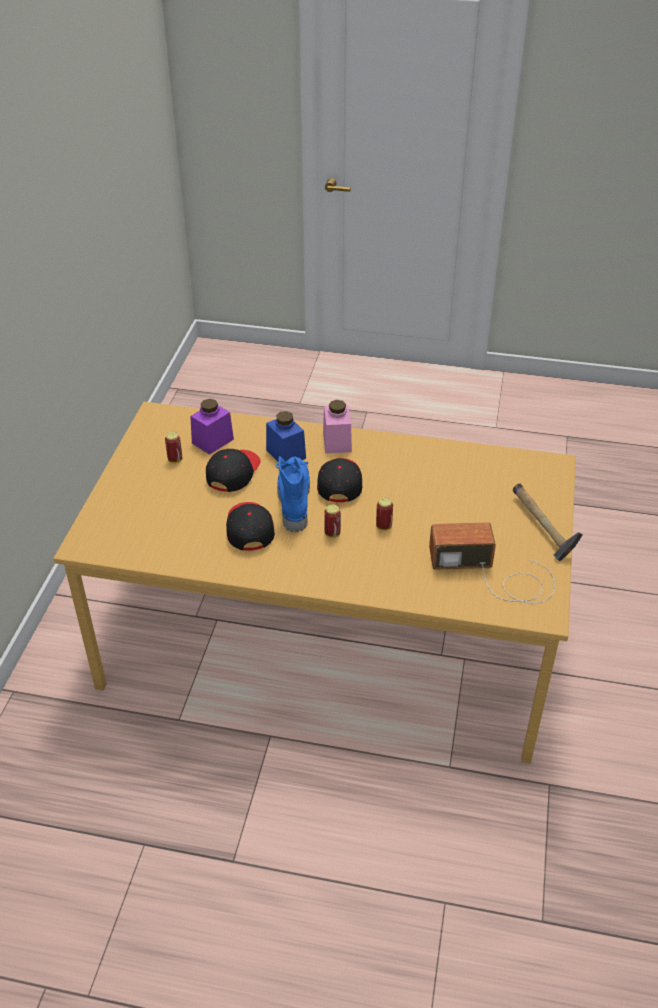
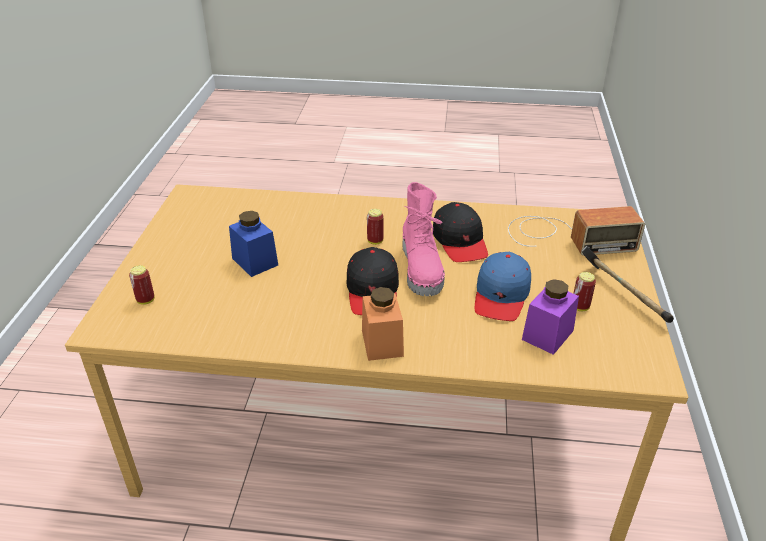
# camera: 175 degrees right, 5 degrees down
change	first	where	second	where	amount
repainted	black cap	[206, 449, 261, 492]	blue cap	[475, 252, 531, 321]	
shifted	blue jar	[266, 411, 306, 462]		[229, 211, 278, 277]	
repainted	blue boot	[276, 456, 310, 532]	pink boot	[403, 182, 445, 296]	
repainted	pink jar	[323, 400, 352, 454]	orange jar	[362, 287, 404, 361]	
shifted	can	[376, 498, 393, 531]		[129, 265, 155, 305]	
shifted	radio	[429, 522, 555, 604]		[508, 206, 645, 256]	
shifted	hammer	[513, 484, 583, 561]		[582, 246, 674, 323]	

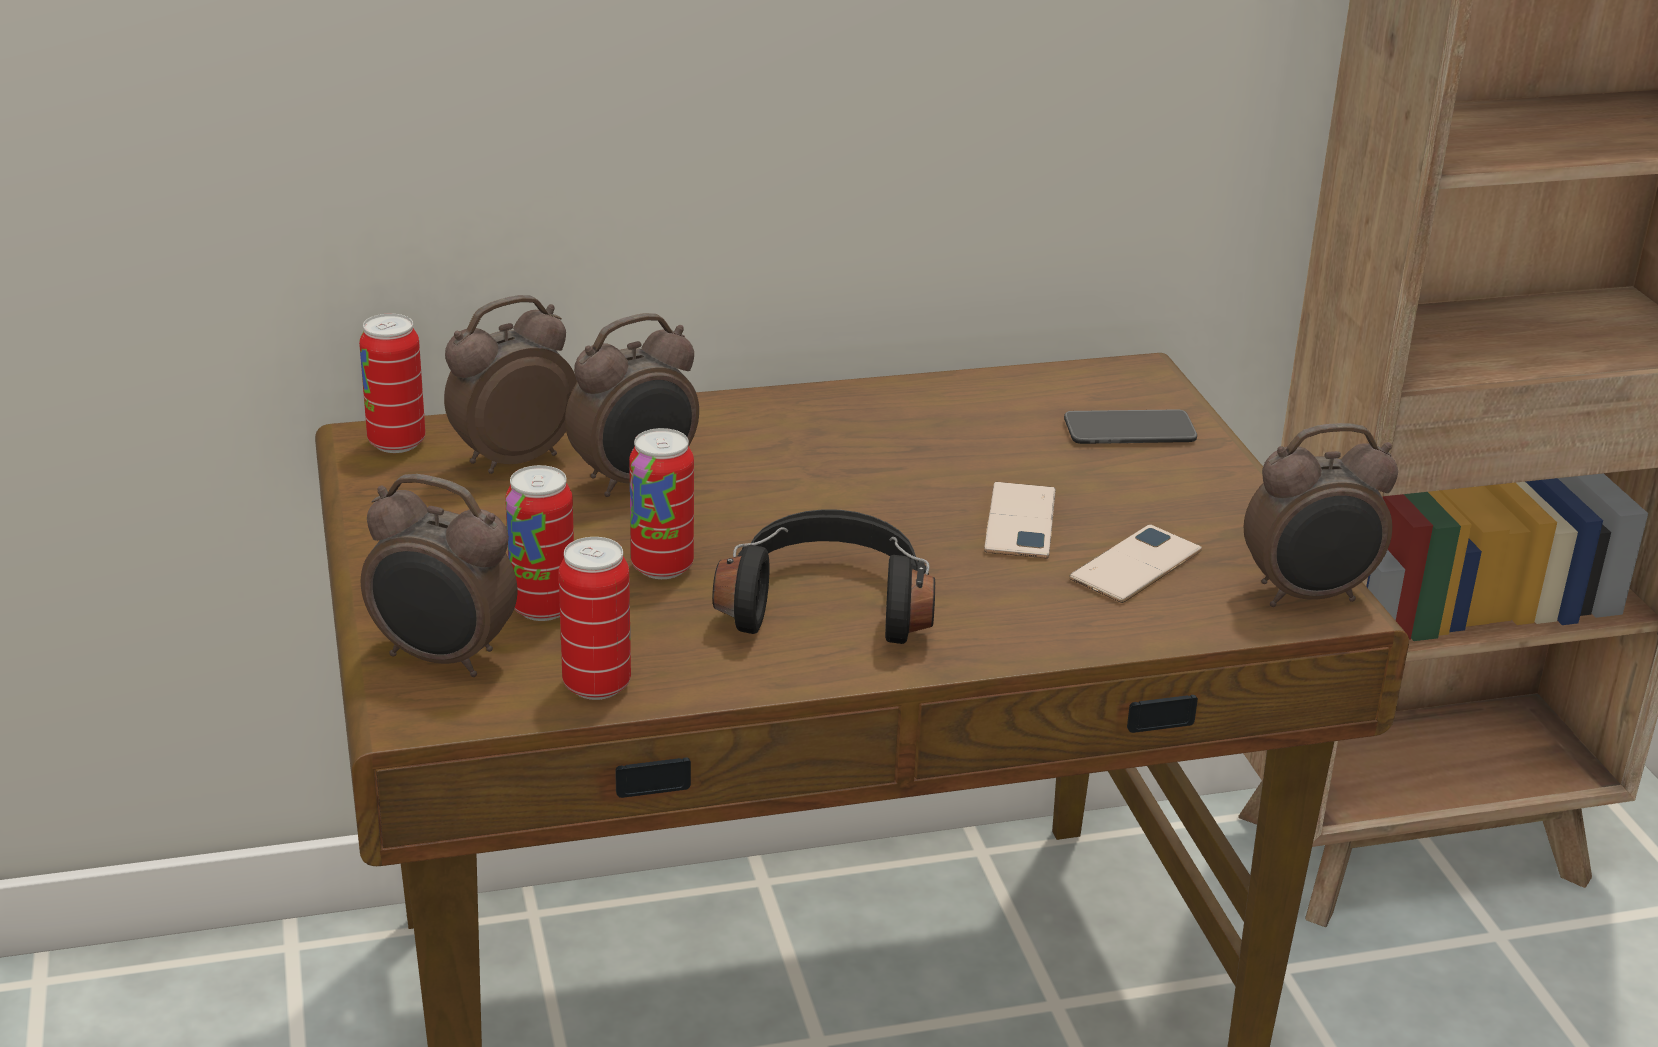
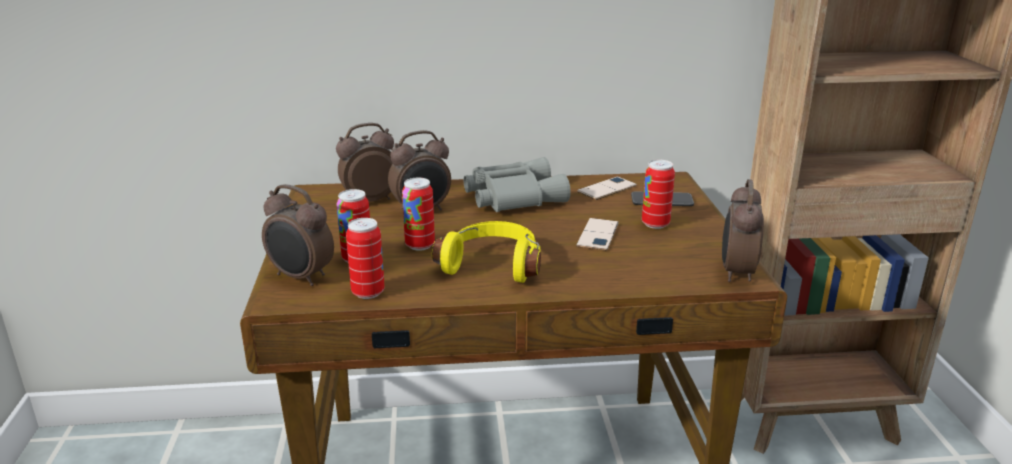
# camera: 10 degrees right, 5 degrees down
change	first	where	second	where	amount
shifted	can	[359, 314, 425, 453]		[642, 160, 675, 229]	
repainted	black headphones	[712, 509, 935, 644]	yellow headphones	[432, 221, 541, 283]	
shifted	phone	[1069, 525, 1202, 603]		[577, 176, 637, 200]	
rotated	alarm clock	[1244, 423, 1398, 607]		[722, 179, 764, 282]	105 degrees clockwise
new			grey binoculars	[464, 157, 571, 212]	

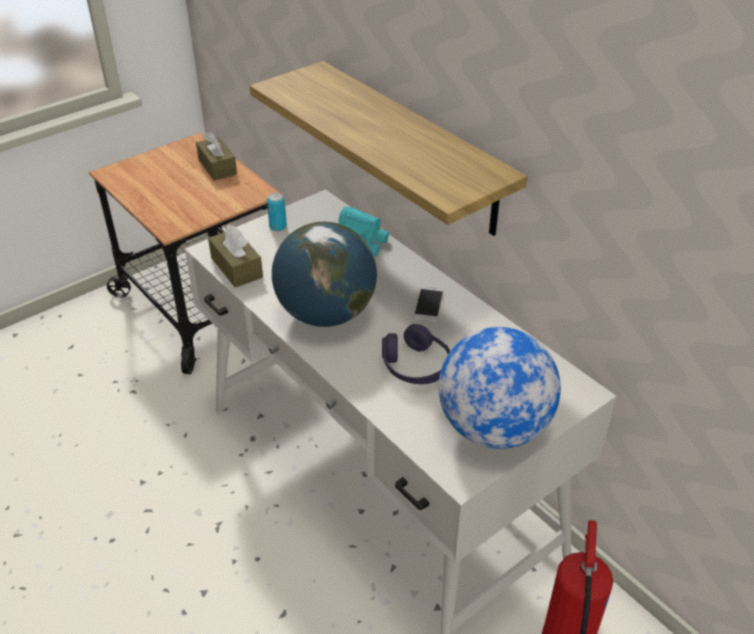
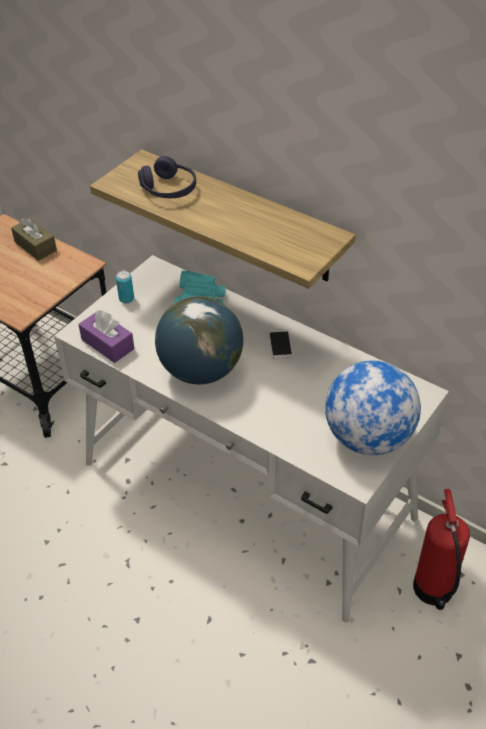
# camera: 15 degrees left, 5 degrees up
change	first	where	second	where	amount
repainted	brown tissue box	[208, 225, 263, 288]	purple tissue box	[78, 310, 134, 363]	
shifted	purple headphones	[382, 324, 450, 384]		[138, 156, 196, 198]	

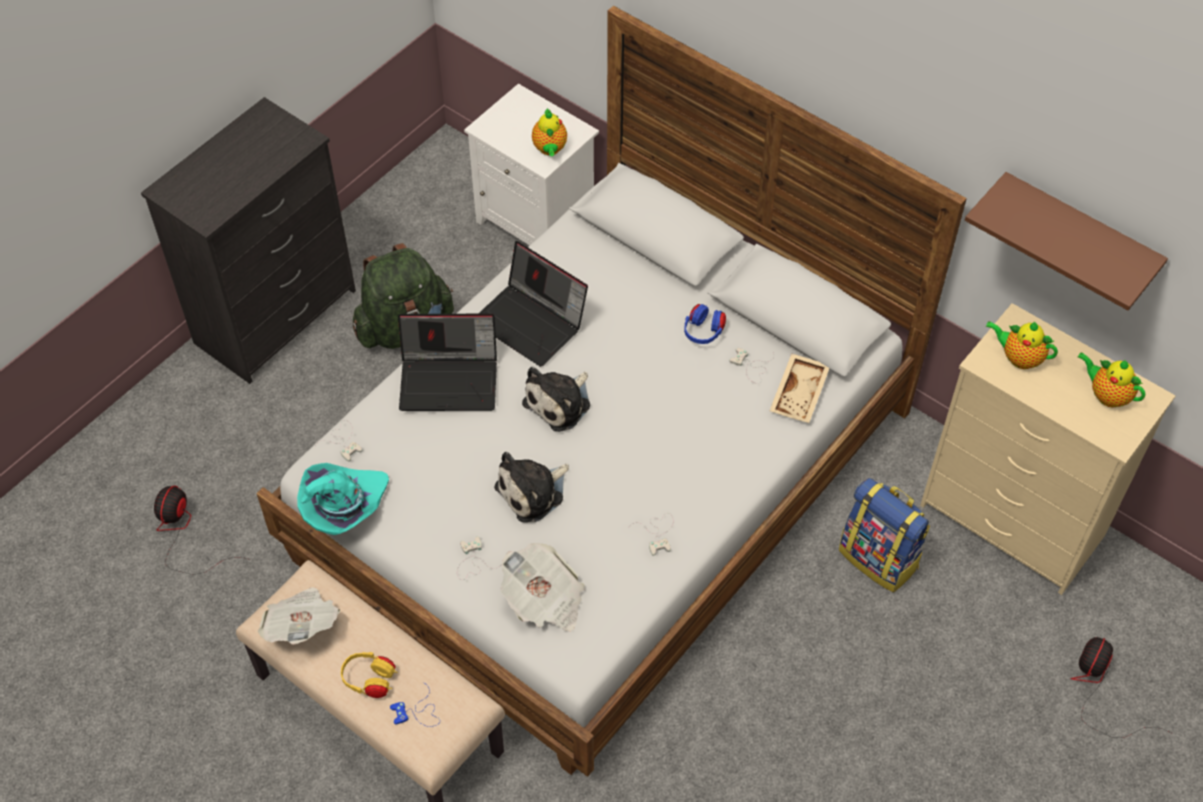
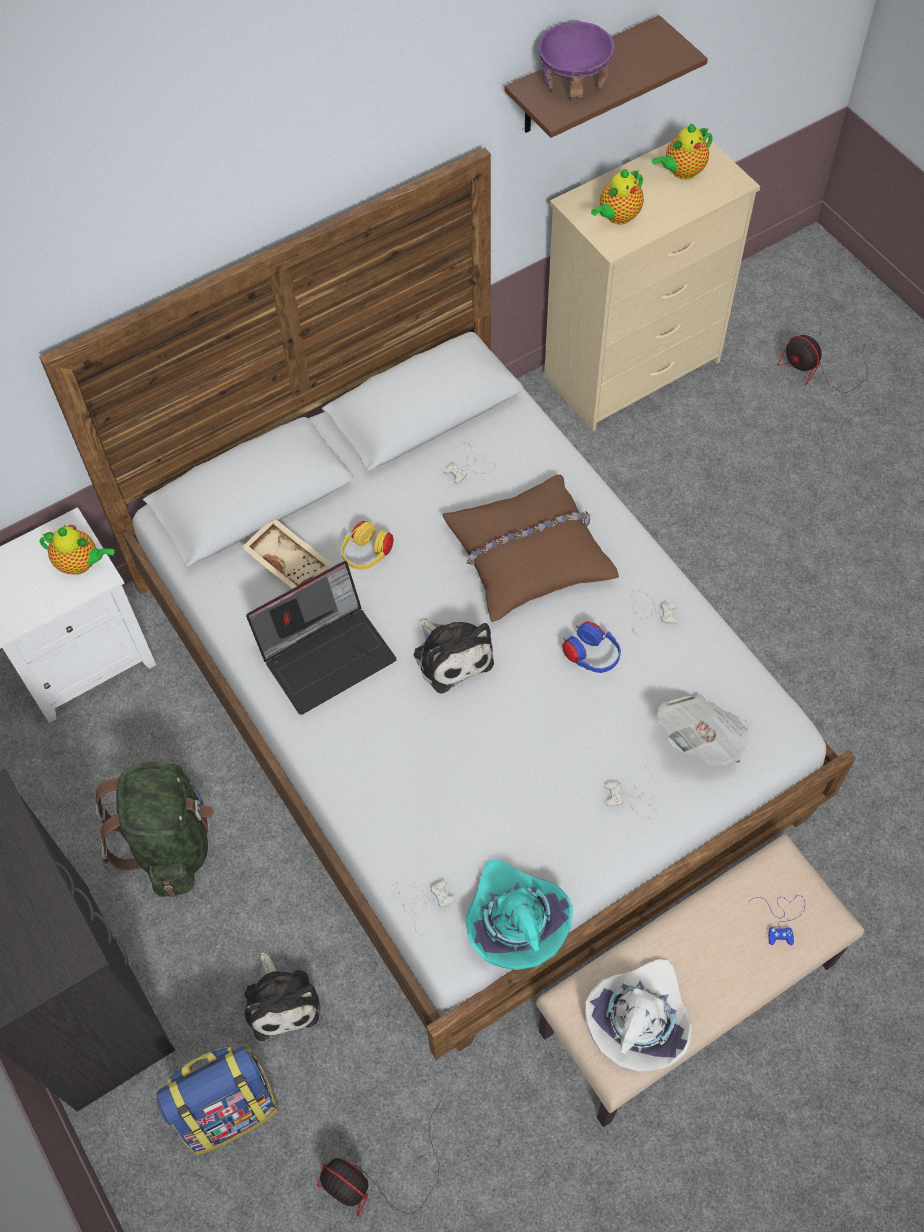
# camera: 70 degrees left, 5 degrees up
change	first	where	second	where	amount
swapped	newspaper	[258, 587, 340, 645]	white hat	[586, 959, 692, 1072]	
shifted	yellow headphones	[341, 652, 398, 698]		[341, 521, 393, 570]	
gone	laptop	[398, 314, 497, 411]			
shifted	plush toy	[494, 452, 569, 523]		[244, 952, 321, 1041]	
shifted	blue headphones	[684, 304, 726, 344]		[562, 622, 621, 673]	
shifted	beige tray	[770, 354, 830, 423]		[242, 519, 332, 589]	
shifted	backpack	[839, 478, 930, 593]		[157, 1044, 279, 1155]	
new			brown pillow	[443, 475, 619, 622]	
new			purple bowl	[539, 21, 615, 101]	

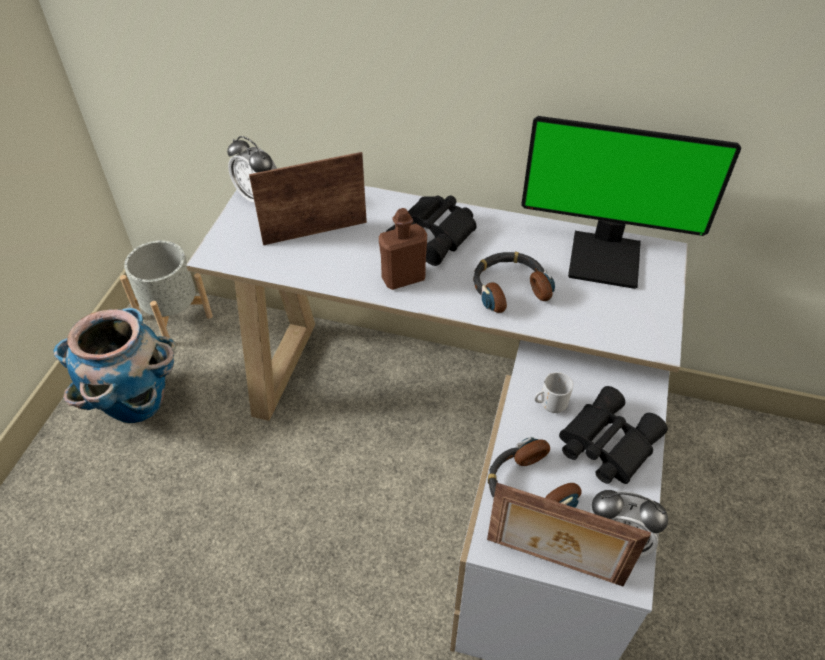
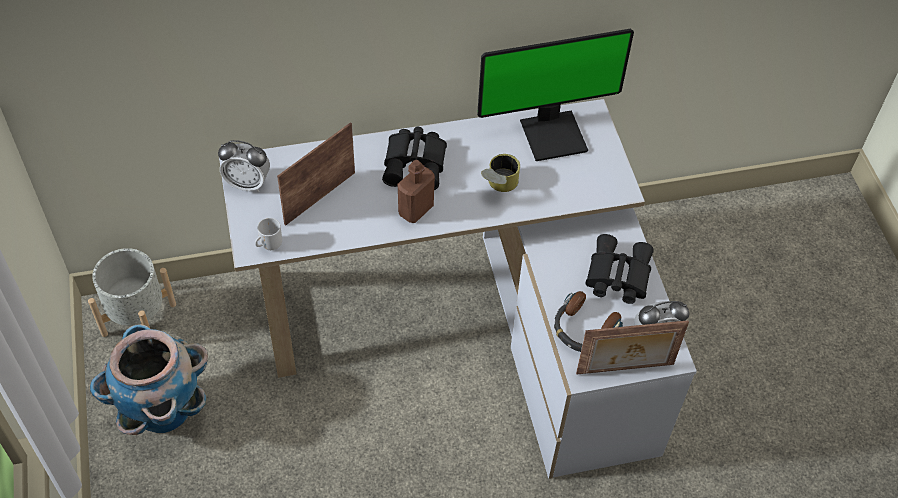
# camera: 30 degrees left, 5 degrees up
change	first	where	second	where	amount
swapped	headphones	[473, 252, 555, 313]	can	[481, 154, 520, 192]	
shifted	mug	[534, 372, 573, 413]		[255, 218, 282, 250]	

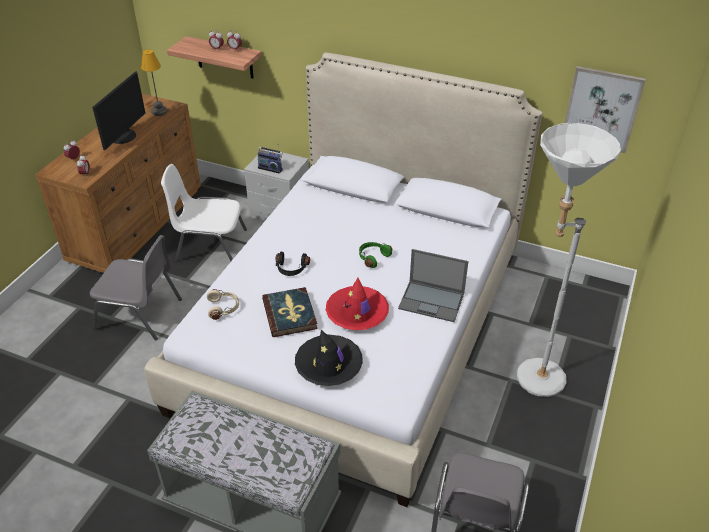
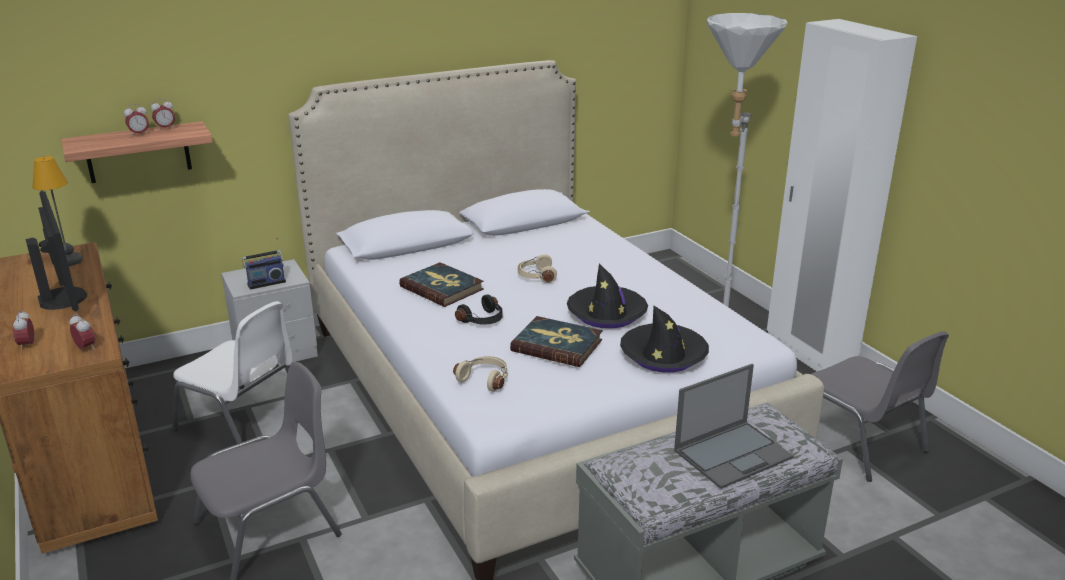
# camera: 50 degrees left, 15 degrees down
change	first	where	second	where	amount
rotated	white chair	[161, 164, 247, 262]		[173, 301, 292, 444]	105 degrees counterclockwise
repainted	red hat	[326, 278, 389, 330]	black hat	[567, 264, 648, 329]	
repainted	green headphones	[359, 242, 392, 268]	beige headphones	[518, 254, 557, 283]	
shifted	laptop	[398, 249, 468, 322]		[674, 364, 794, 489]	
gone	picture	[565, 66, 646, 153]			
new			book	[399, 262, 484, 307]	
new			white wardrobe	[767, 19, 917, 371]	

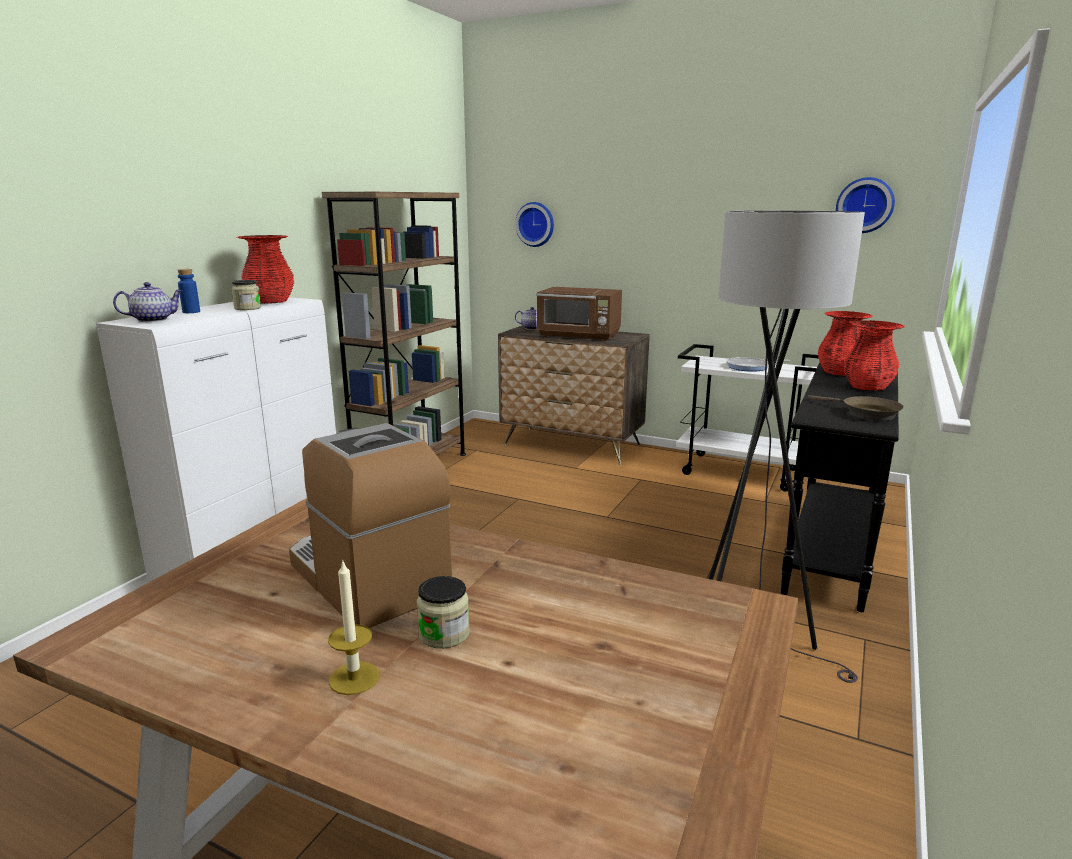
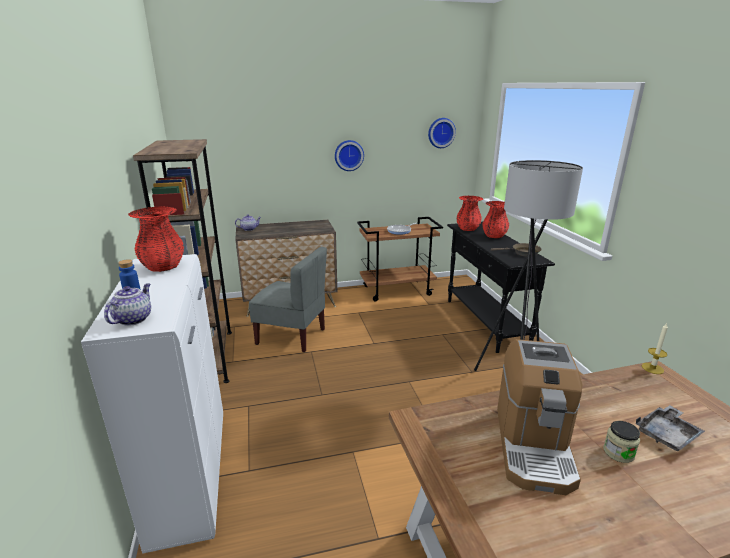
# camera: 40 degrees left, 5 degrees up
change	first	where	second	where	amount
gone	jar	[231, 280, 261, 310]			
rotated	coffee machine	[289, 423, 452, 628]		[497, 339, 582, 495]	90 degrees counterclockwise
shifted	candle	[328, 559, 380, 695]		[642, 323, 668, 374]	
shifted	wall clock	[515, 202, 554, 247]		[335, 140, 364, 171]	
gone	brown microwave	[536, 287, 622, 341]			
repainted	white cart	[676, 344, 820, 492]	brown cart	[357, 217, 443, 302]	
new			grey chair	[249, 247, 327, 352]	
new			grey tray	[636, 405, 705, 451]	

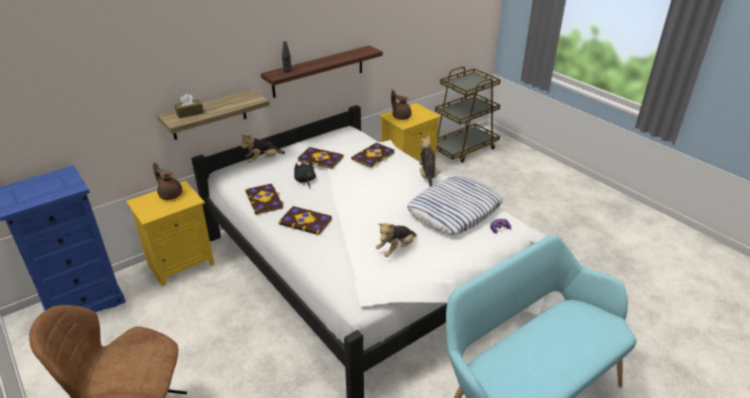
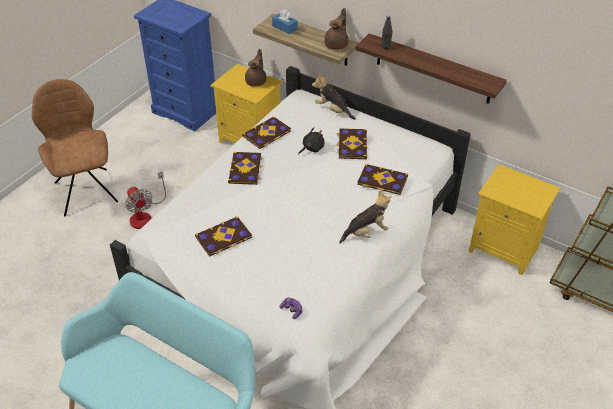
# camera: 70 degrees right, 10 degrees up
change	first	where	second	where	amount
repainted	brown tissue box	[174, 94, 204, 119]	blue tissue box	[272, 10, 298, 34]	
swapped	plush toy	[376, 223, 417, 257]	book	[195, 216, 252, 257]	
shifted	brown teapot	[391, 89, 412, 120]		[324, 8, 349, 50]	
gone	pillow	[407, 176, 503, 235]			
new			fan	[125, 171, 166, 229]	

